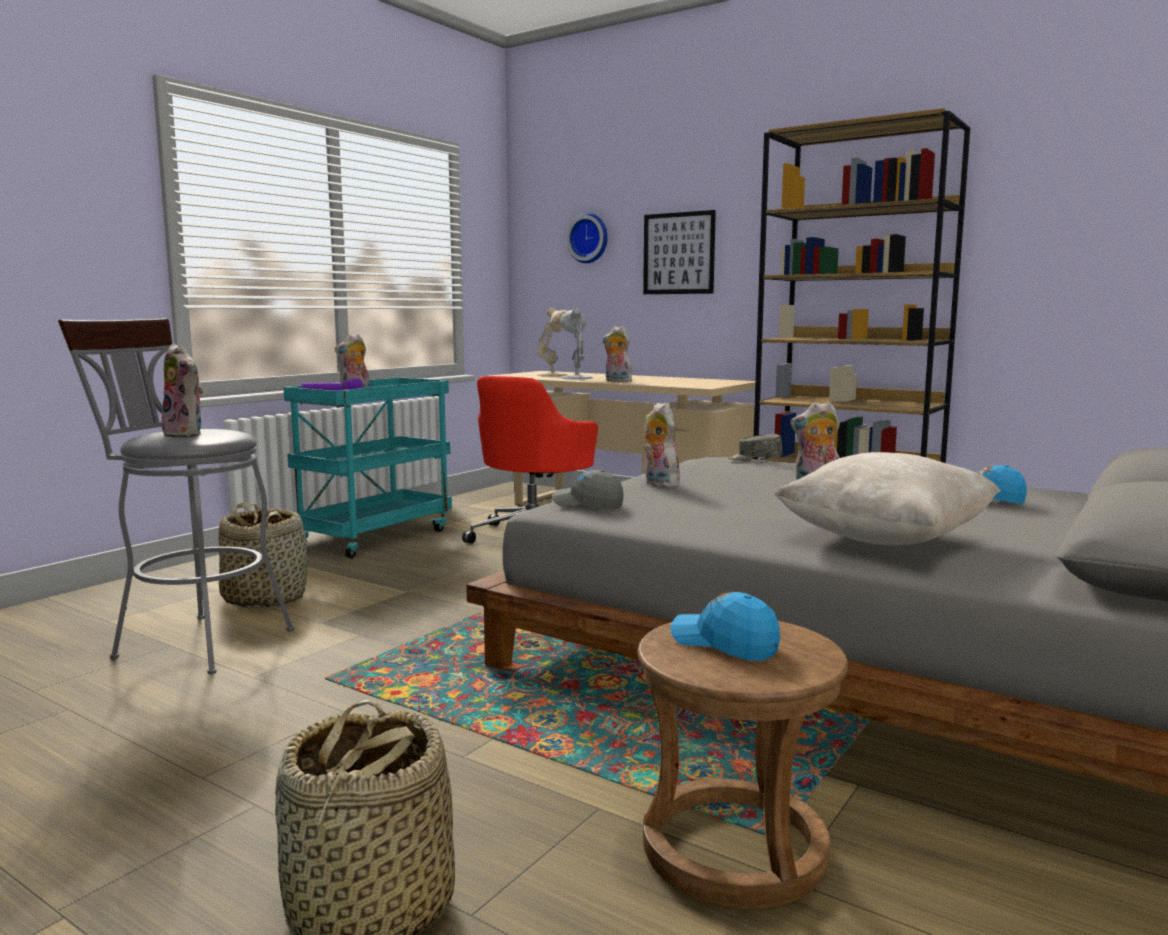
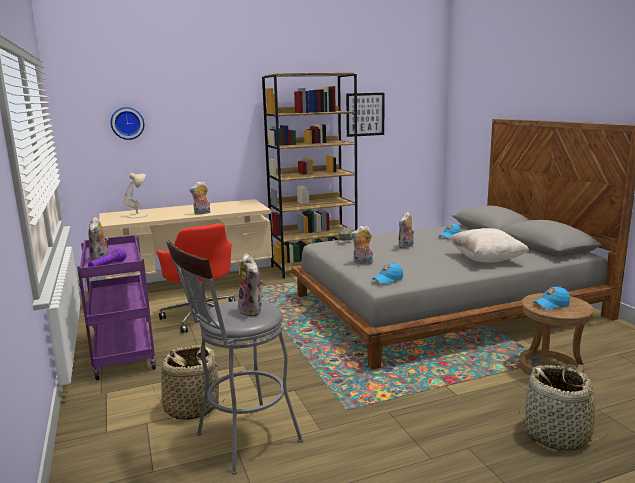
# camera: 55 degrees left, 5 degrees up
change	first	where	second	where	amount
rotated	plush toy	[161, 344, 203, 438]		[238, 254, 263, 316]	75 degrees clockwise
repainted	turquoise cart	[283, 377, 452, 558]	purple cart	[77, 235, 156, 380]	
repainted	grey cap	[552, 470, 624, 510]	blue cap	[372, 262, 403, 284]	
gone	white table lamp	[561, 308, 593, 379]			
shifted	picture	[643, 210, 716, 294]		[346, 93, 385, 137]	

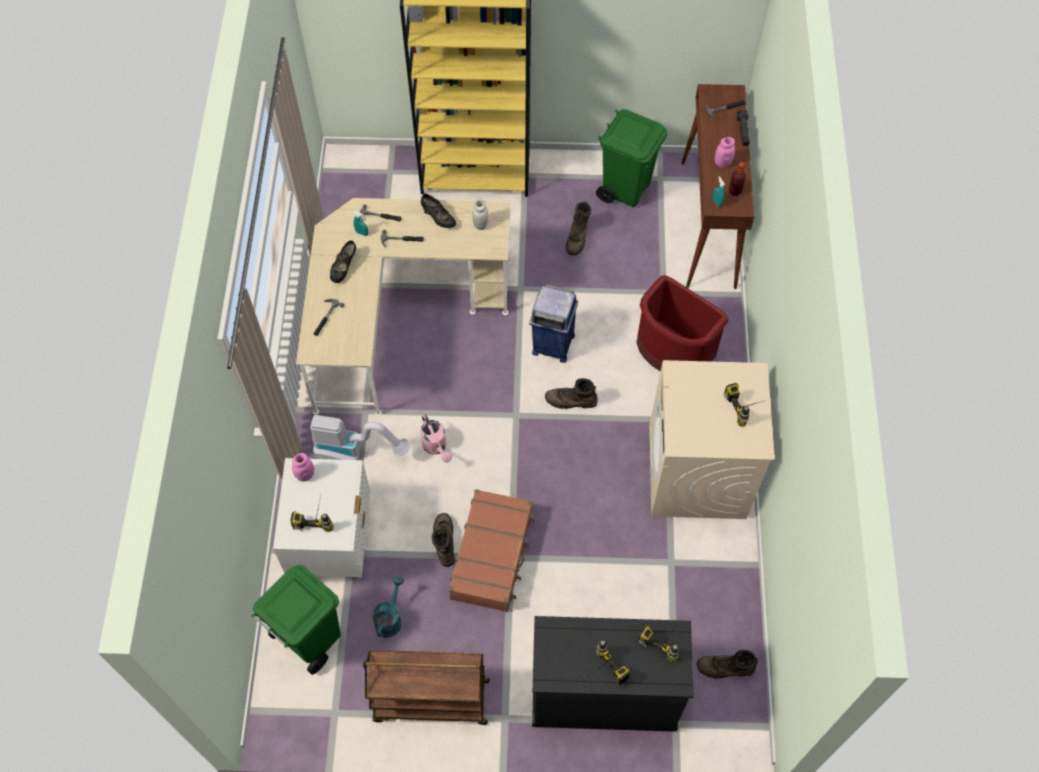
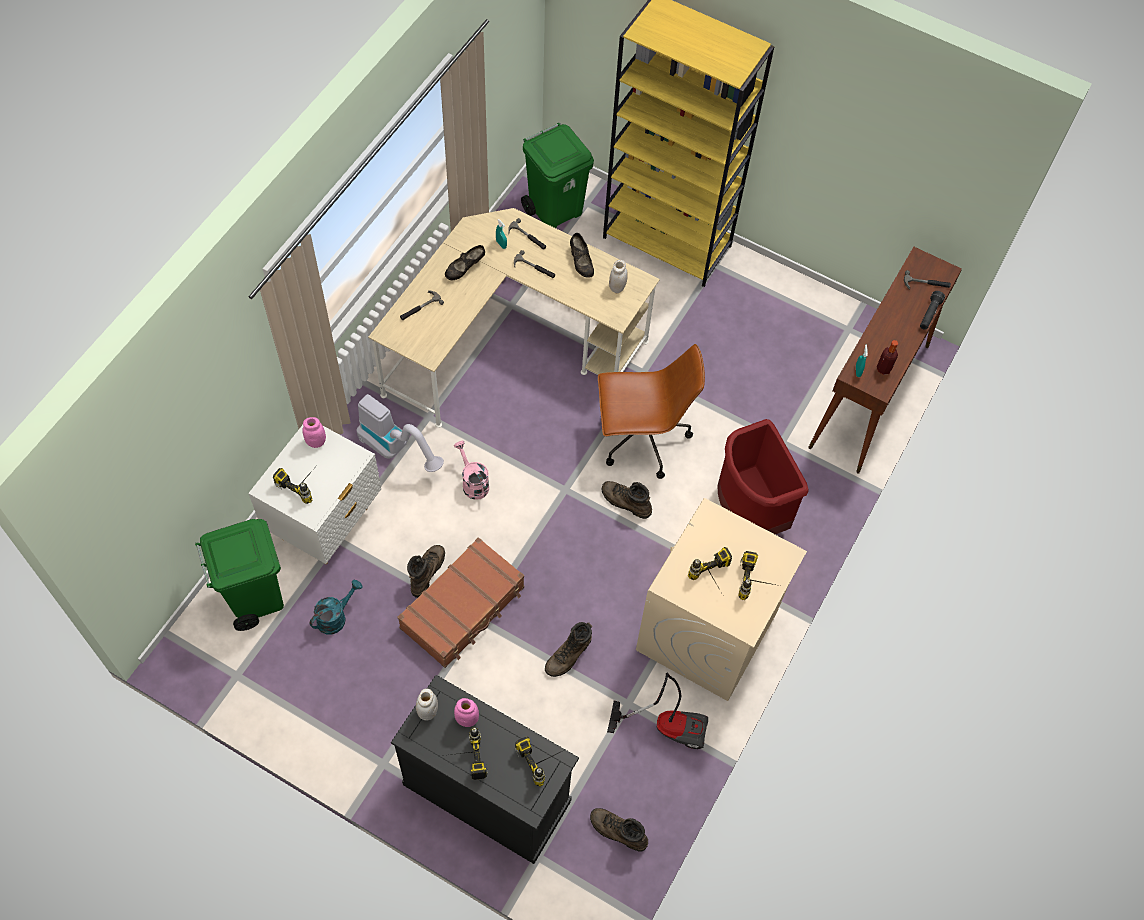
# camera: 25 degrees right, 0 degrees up
change	first	where	second	where	amount
gone	brown cart	[363, 650, 489, 725]			
rotated	pink watering can	[420, 415, 452, 462]		[454, 441, 489, 500]	150 degrees clockwise
swapped	blue trash can	[529, 284, 578, 363]	brown office chair	[598, 344, 705, 479]	
shifted	brown boot	[566, 201, 591, 256]		[545, 622, 592, 677]	
shifted	green trash can	[596, 109, 667, 207]		[521, 123, 594, 228]	
shifted	pink jar	[715, 137, 735, 168]		[454, 698, 479, 727]	
new			white jar	[416, 689, 438, 721]	
new			vacuum cleaner	[607, 672, 708, 749]	
new			power drill	[688, 547, 732, 595]	

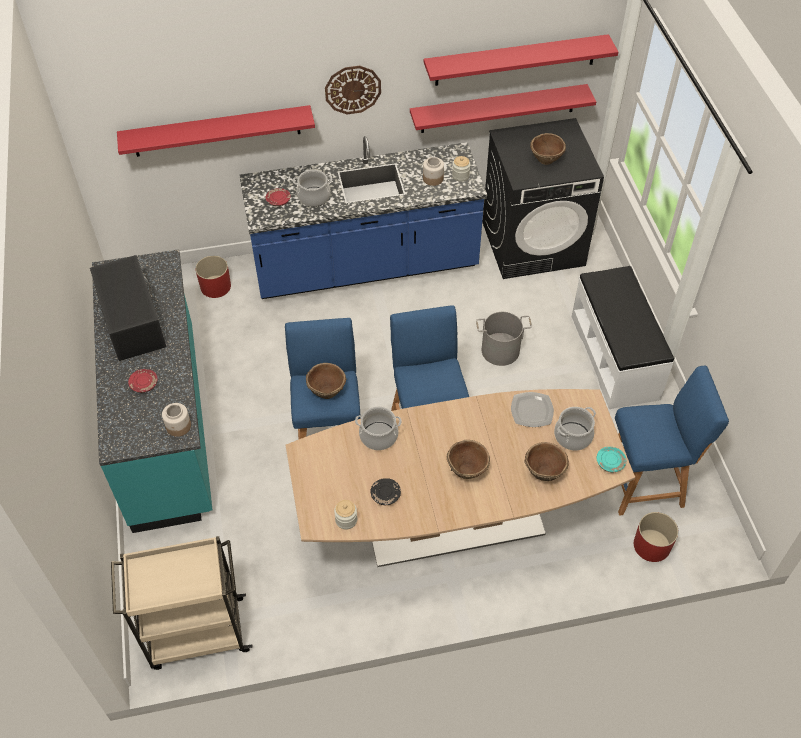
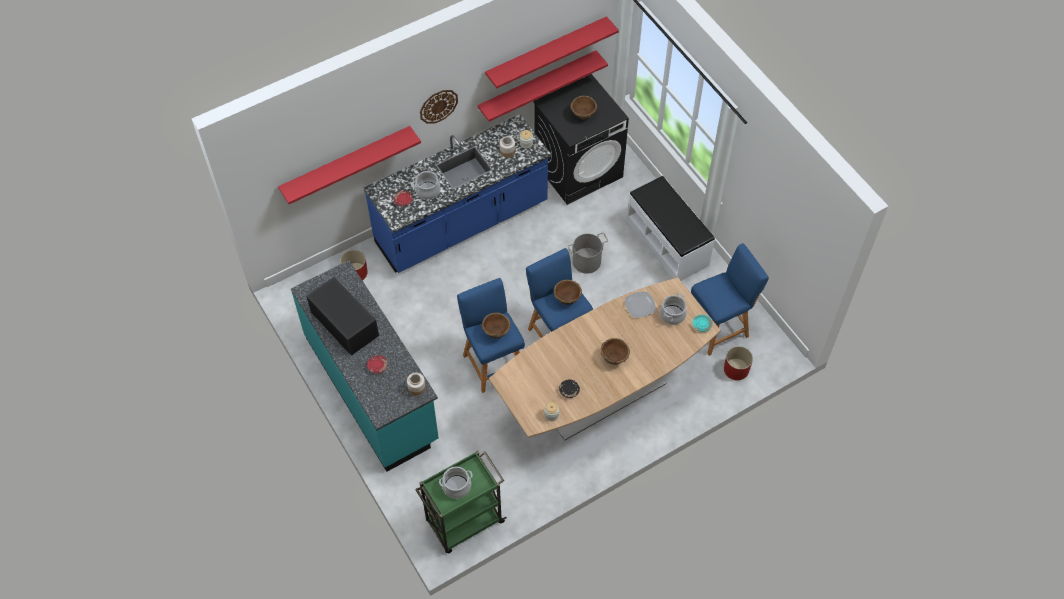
# camera: 20 degrees left, 5 degrees up
change	first	where	second	where	amount
repainted	beige cart	[111, 536, 253, 670]	green cart	[415, 451, 507, 553]	
shifted	cooking pot	[355, 406, 402, 450]		[439, 467, 473, 499]	
shifted	brown bowl	[524, 442, 569, 481]		[554, 280, 582, 305]	

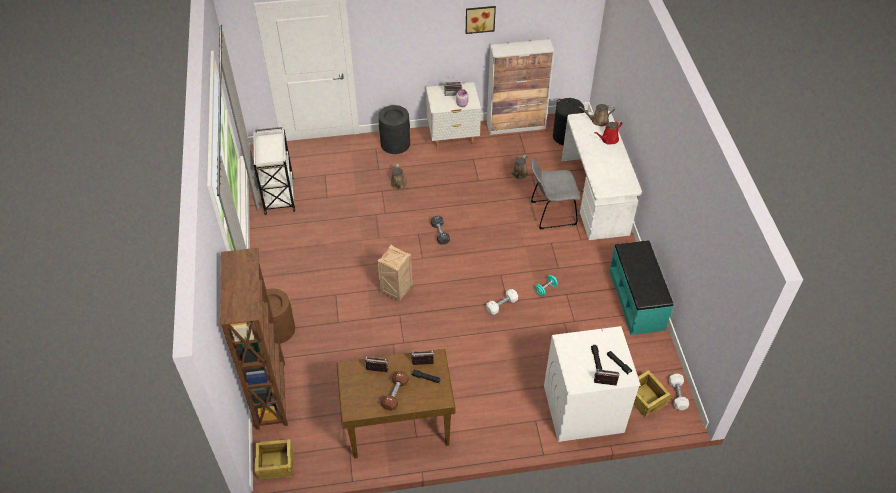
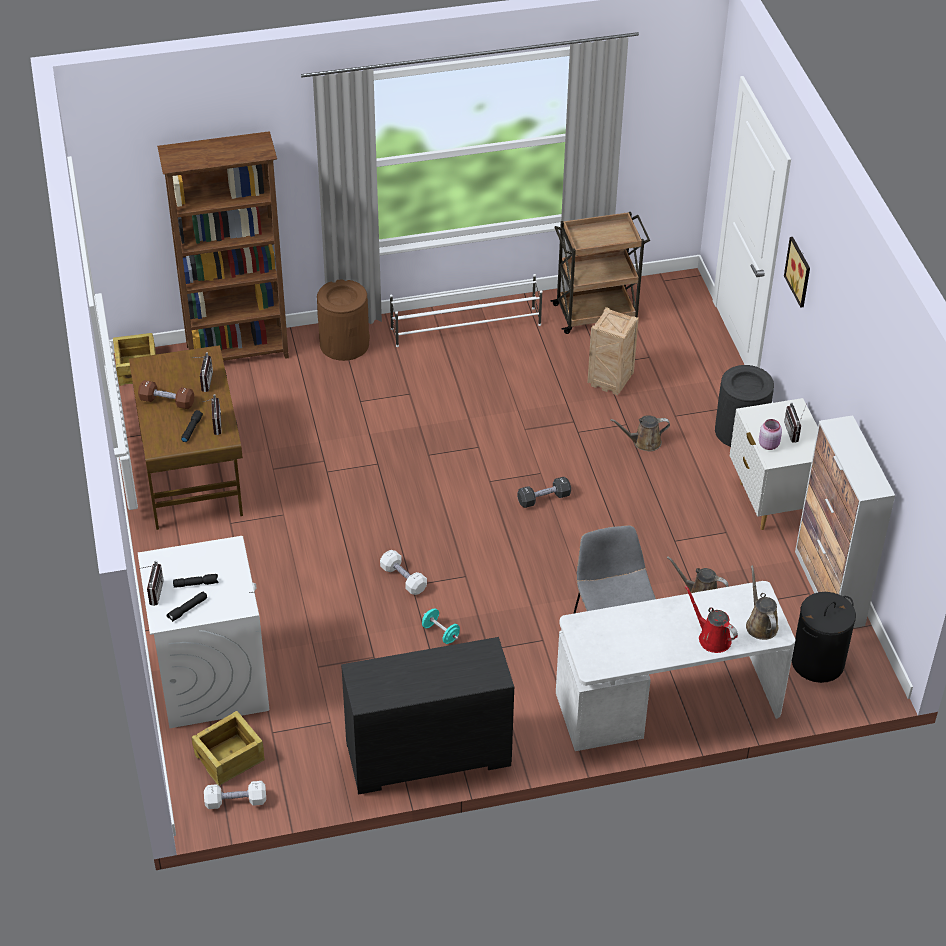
# camera: 85 degrees right, 5 degrees down
change	first	where	second	where	amount
repainted	white cart	[253, 127, 295, 215]	brown cart	[550, 212, 650, 334]	
shifted	crate	[377, 245, 413, 302]		[587, 307, 639, 395]	
shifted	picture	[466, 6, 496, 34]		[784, 237, 810, 308]	
swapped	turquoise bench	[609, 240, 674, 335]	black dresser	[341, 637, 514, 795]	
new			white shoe rack	[390, 274, 542, 347]	

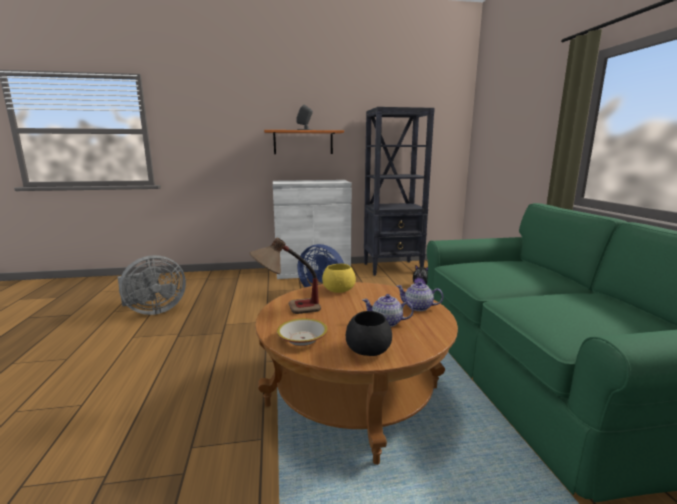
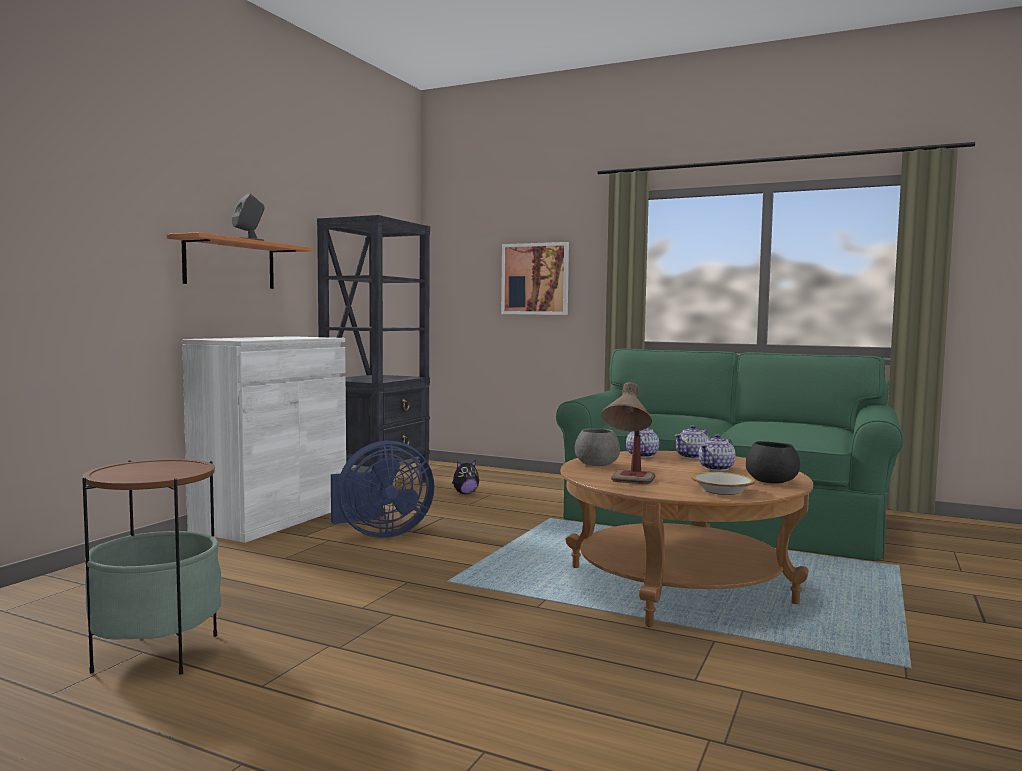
# camera: 55 degrees left, 10 degrees down
change	first	where	second	where	amount
swapped	grey fan	[117, 255, 186, 315]	side table	[82, 459, 221, 675]	
repainted	yellow bowl	[322, 264, 356, 293]	grey bowl	[575, 428, 620, 466]	
new			picture	[501, 242, 569, 315]	
new			teapot	[626, 428, 659, 458]	

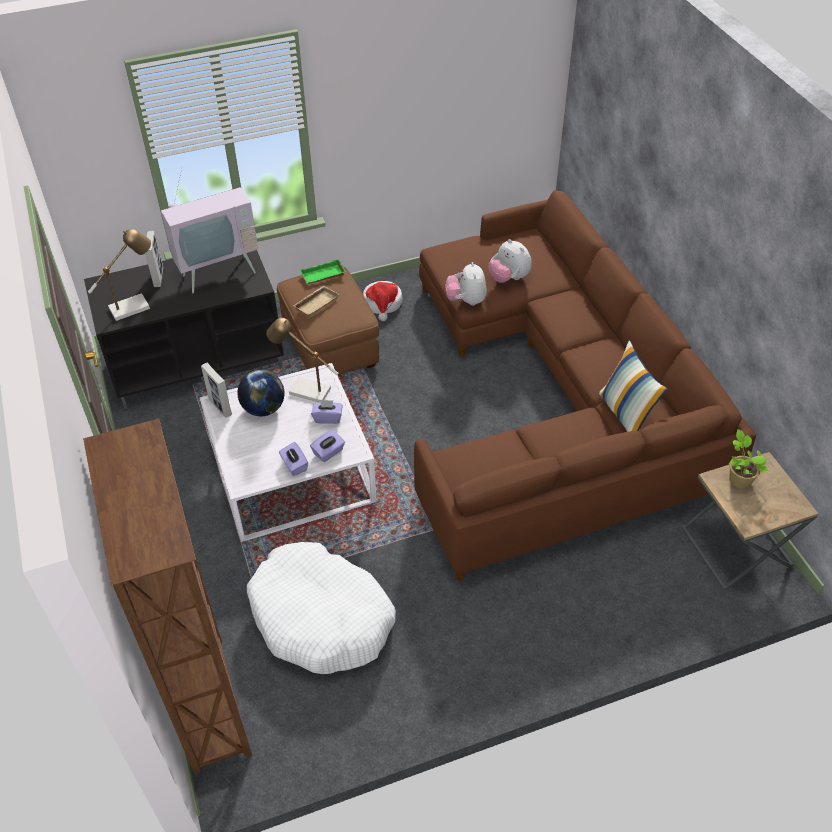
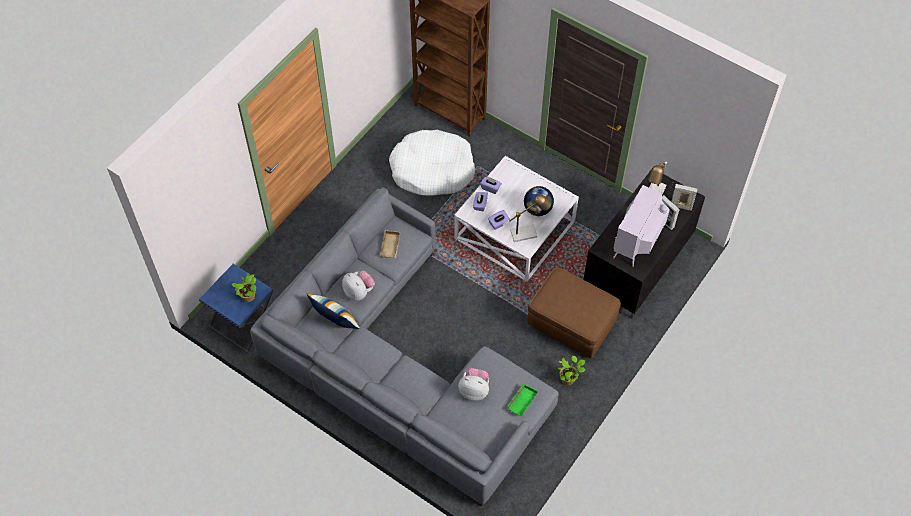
# camera: 145 degrees right, 10 degrees up
change	first	where	second	where	amount
shifted	picture frame	[201, 363, 232, 418]		[671, 184, 698, 211]	
shifted	beige tray	[293, 285, 339, 317]		[380, 230, 401, 258]	
shifted	green tray	[300, 259, 346, 284]		[506, 383, 538, 416]	
swapped	hat	[363, 281, 402, 321]	potted plant	[558, 356, 585, 385]	
repainted	brown sofa	[414, 190, 756, 581]	grey sofa	[250, 188, 559, 506]	
shifted	plush toy	[445, 262, 487, 306]		[342, 271, 375, 301]	
repainted	brown side table	[681, 452, 818, 590]	blue side table	[199, 264, 273, 353]	

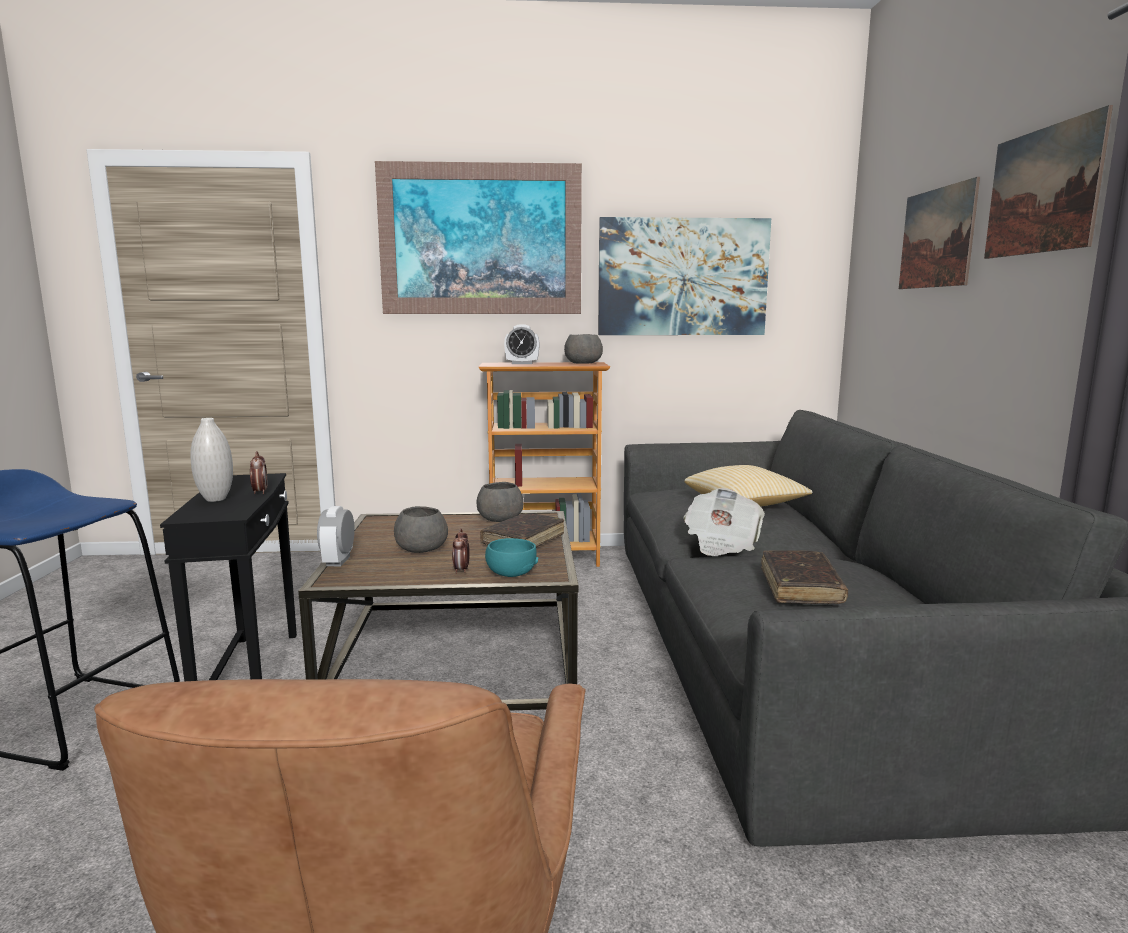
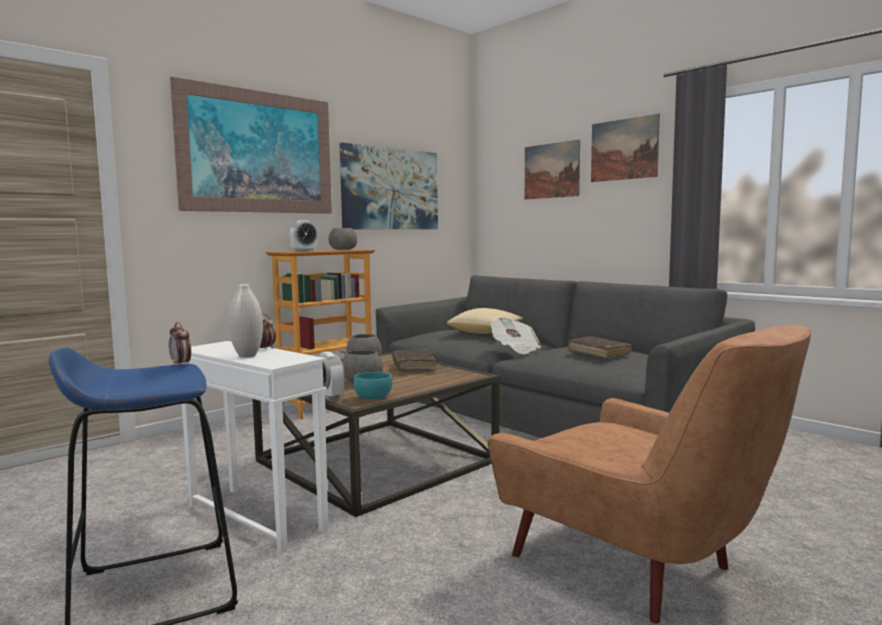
# camera: 40 degrees left, 5 degrees down
change	first	where	second	where	amount
repainted	black side table	[160, 473, 297, 681]	white side table	[180, 341, 328, 553]	
shifted	alarm clock	[452, 528, 470, 574]		[169, 322, 191, 367]	
shifted	turquoise bowl	[485, 538, 539, 577]		[354, 372, 393, 399]	

